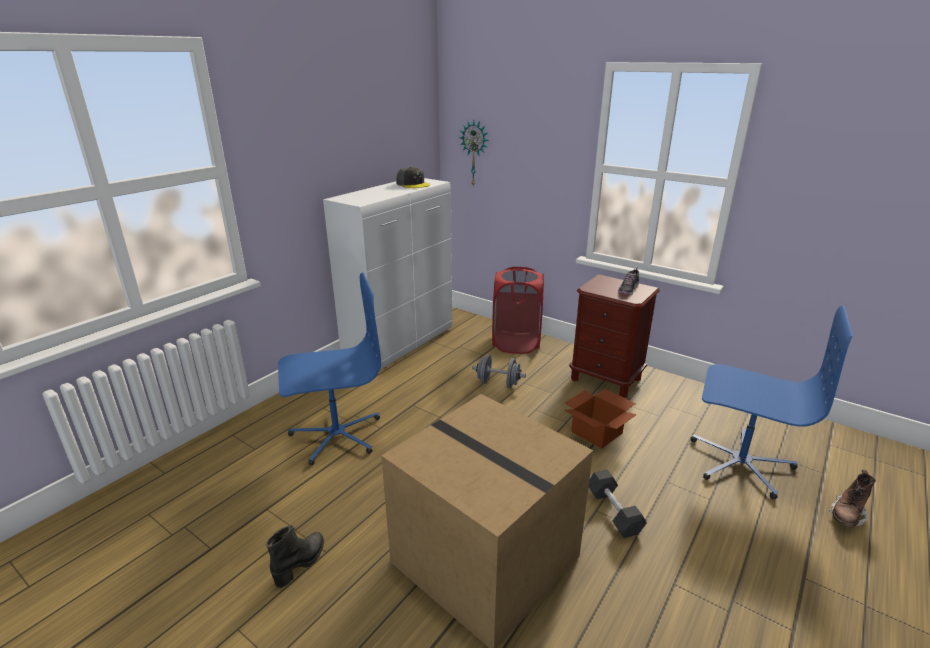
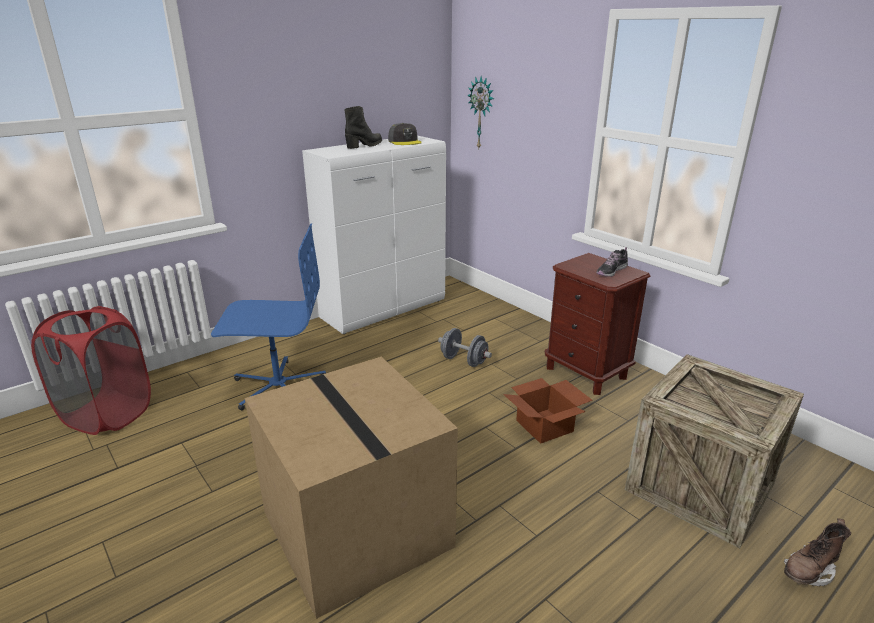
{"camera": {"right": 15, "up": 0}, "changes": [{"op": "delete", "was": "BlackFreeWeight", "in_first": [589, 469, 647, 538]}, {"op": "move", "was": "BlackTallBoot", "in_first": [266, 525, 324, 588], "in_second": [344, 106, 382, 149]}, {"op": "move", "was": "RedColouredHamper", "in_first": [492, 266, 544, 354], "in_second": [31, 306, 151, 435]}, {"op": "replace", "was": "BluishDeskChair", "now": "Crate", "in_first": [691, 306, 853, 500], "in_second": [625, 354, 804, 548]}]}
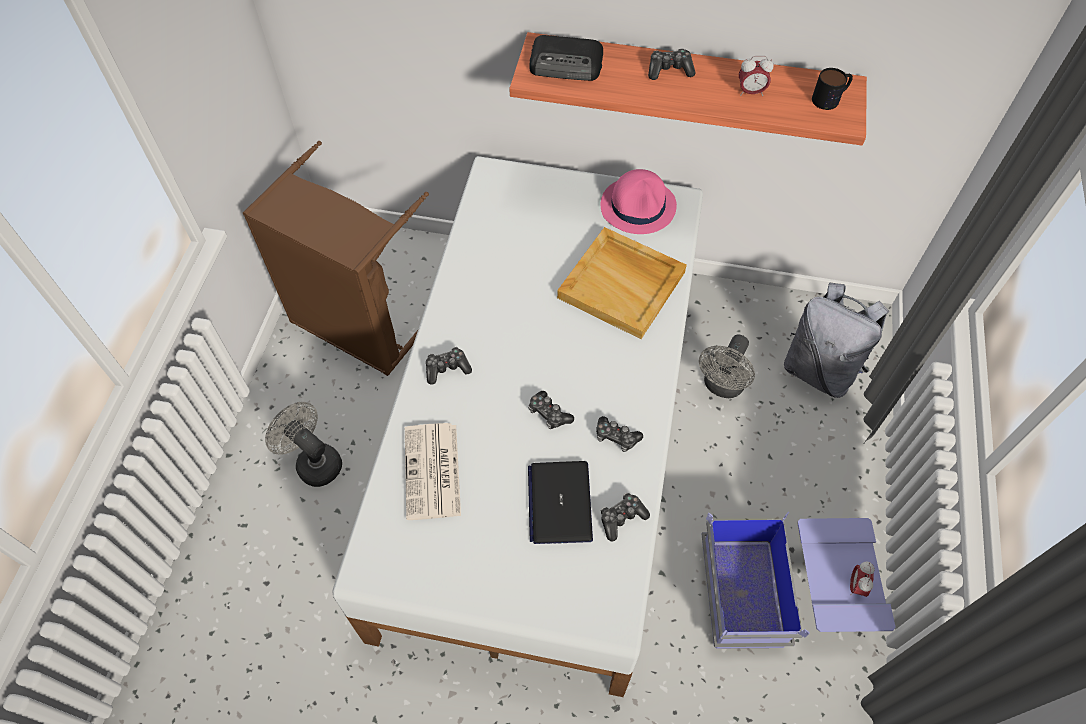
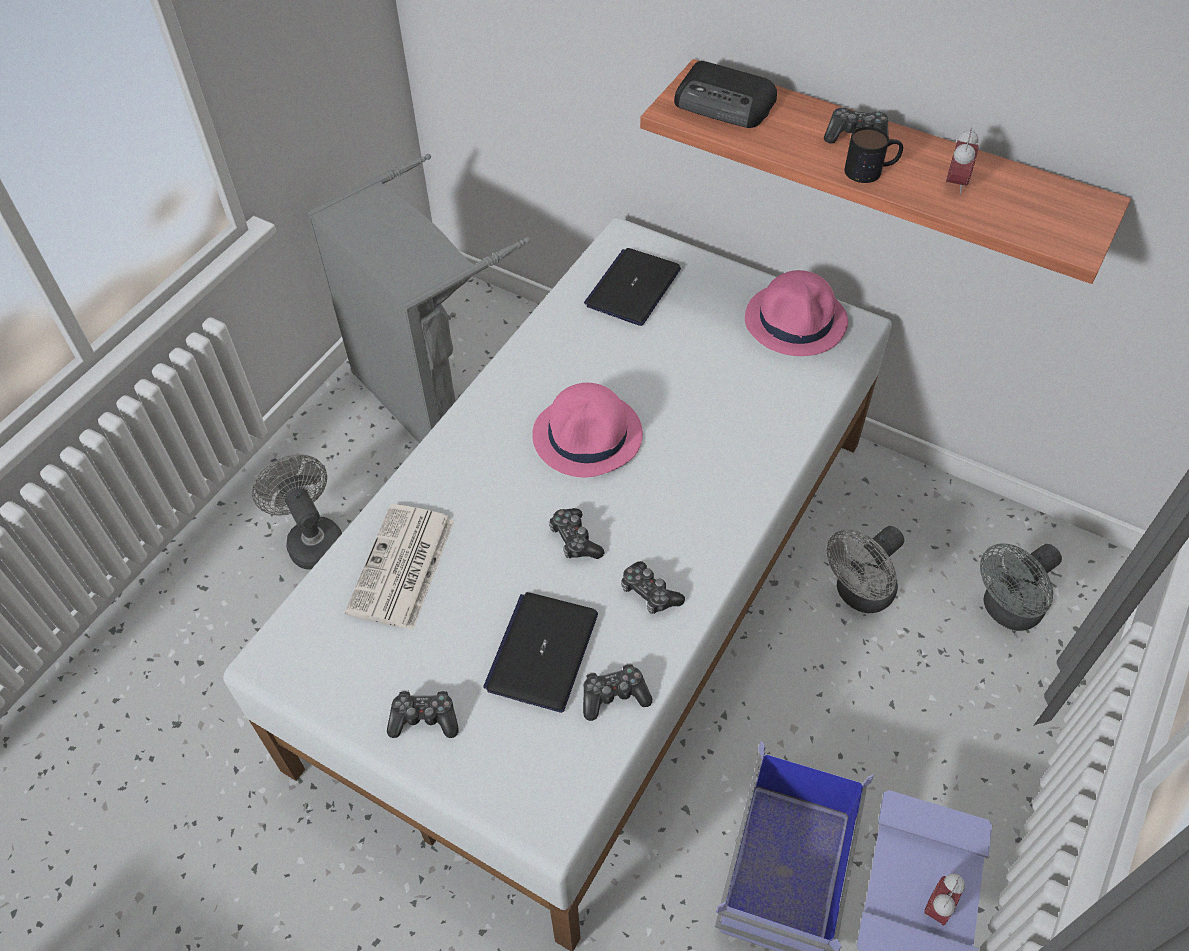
{"camera": {"right": 20, "up": -5}, "changes": [{"op": "delete", "was": "BeigeServingTray", "in_first": [557, 227, 687, 339]}, {"op": "insert", "now": "PinkHat", "in_second": [532, 383, 643, 477]}, {"op": "insert", "now": "NotebookComputer", "in_second": [584, 248, 681, 326]}, {"op": "move", "was": "Joypad", "in_first": [426, 347, 472, 385], "in_second": [387, 690, 459, 738]}, {"op": "move", "was": "TeaMug", "in_first": [812, 68, 853, 110], "in_second": [844, 126, 903, 183]}, {"op": "replace", "was": "GrayBackpack", "now": "GrayElectricFan", "in_first": [784, 283, 889, 398], "in_second": [980, 544, 1062, 631]}, {"op": "recolor", "was": "BrownHamper", "now": "GrayHamper", "in_first": [243, 141, 429, 376], "in_second": [307, 154, 530, 444]}, {"op": "rotate", "was": "TableClock", "in_first": [739, 56, 774, 96], "in_second": [946, 128, 979, 195], "clockwise": -90}]}
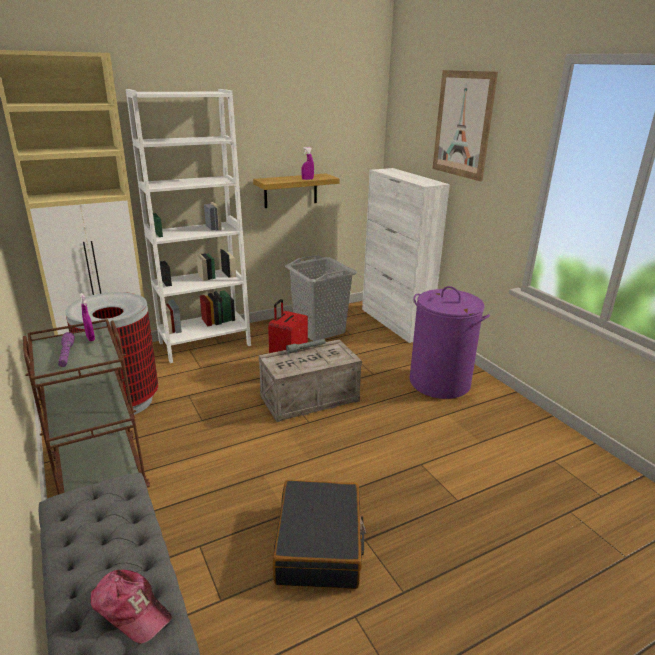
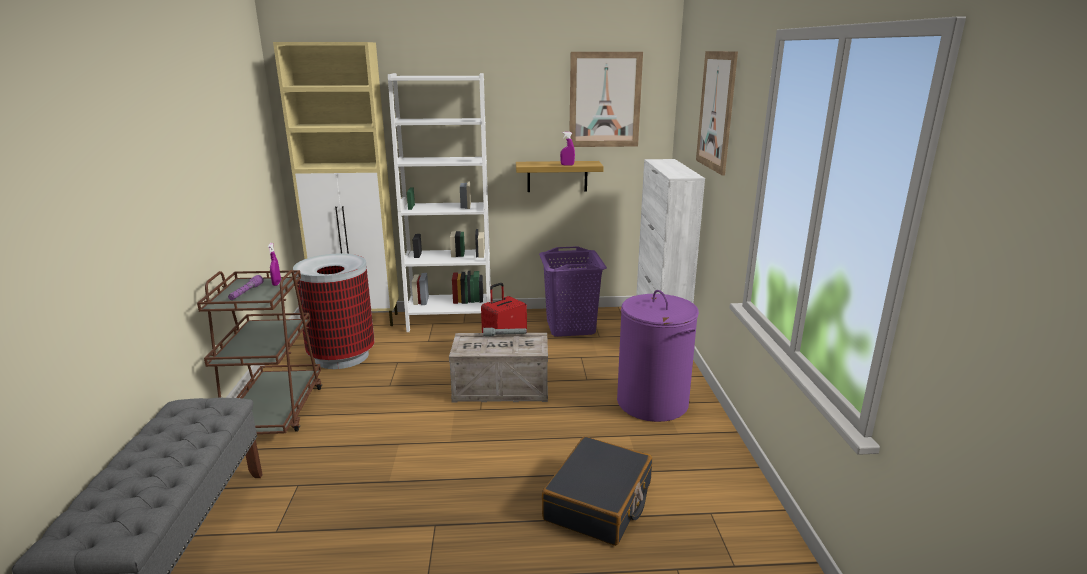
{"camera": {"right": 25, "up": -5}, "changes": [{"op": "delete", "was": "PeakedCap", "in_first": [91, 569, 172, 644]}, {"op": "insert", "now": "Picture", "in_second": [569, 52, 643, 147]}, {"op": "move", "was": "BlackPieceOfLuggage", "in_first": [273, 480, 366, 589], "in_second": [542, 436, 652, 546]}, {"op": "recolor", "was": "GrayHamper", "now": "PurpleColouredHamper", "in_first": [285, 255, 357, 341], "in_second": [539, 246, 607, 337]}]}
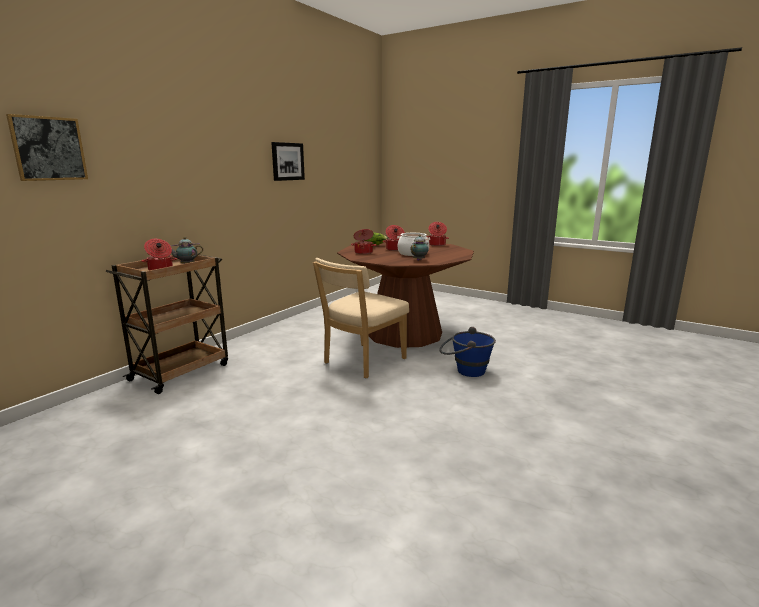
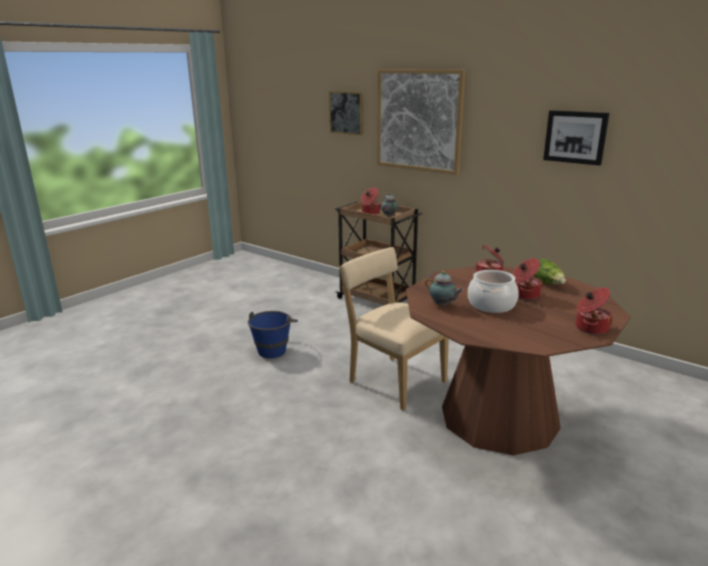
{"camera": {"right": 95, "up": 5}, "changes": [{"op": "insert", "now": "Picture", "in_second": [377, 69, 466, 175]}, {"op": "move", "was": "BluishWaterBucket", "in_first": [439, 327, 496, 377], "in_second": [248, 311, 298, 358]}]}
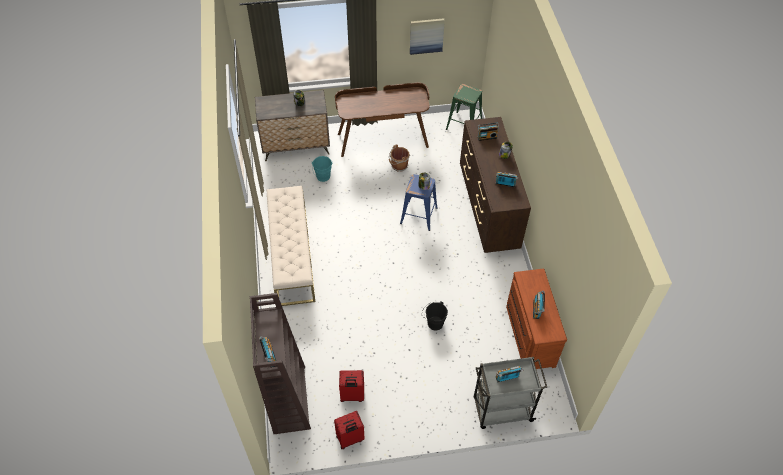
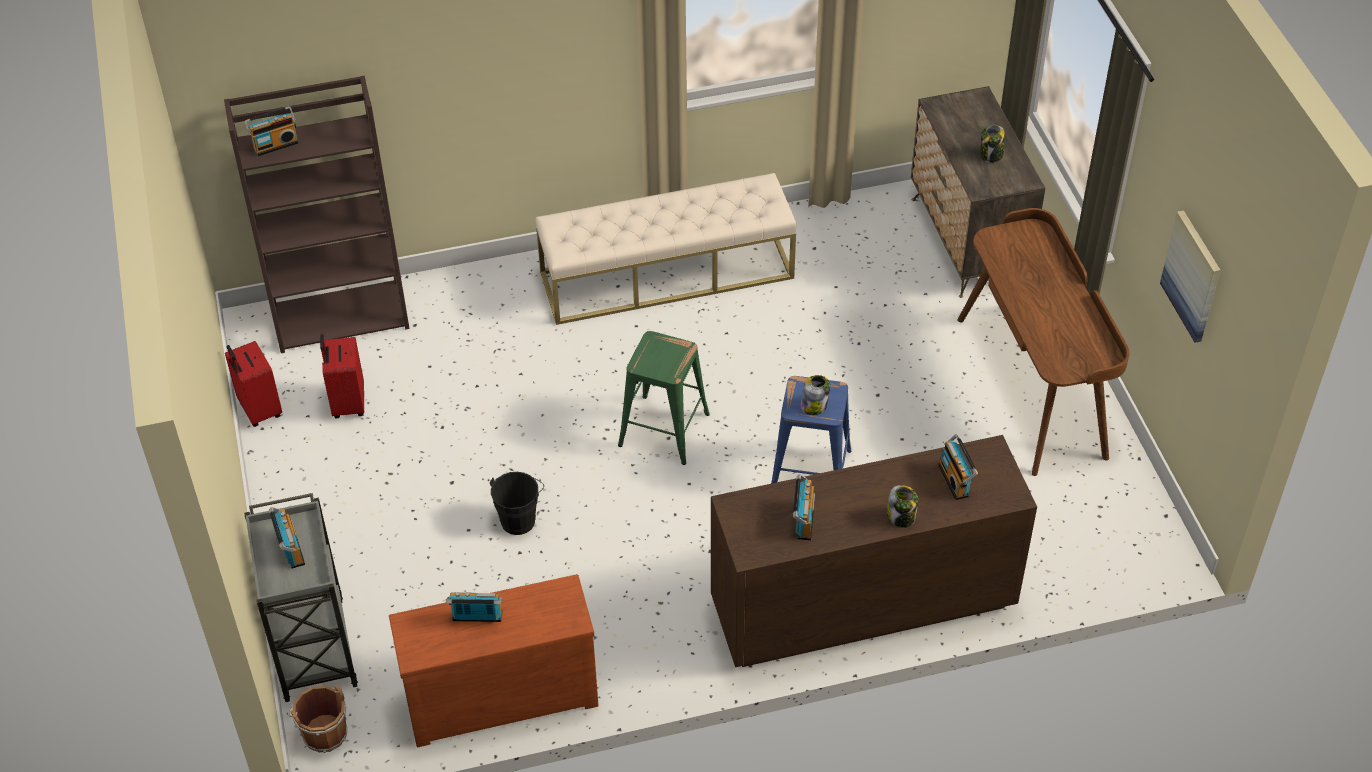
{"camera": {"right": 85, "up": -5}, "changes": [{"op": "delete", "was": "BlueGreenWaterBucket", "in_first": [312, 156, 332, 182]}, {"op": "move", "was": "BrownWaterBucket", "in_first": [389, 144, 410, 172], "in_second": [288, 685, 347, 753]}, {"op": "move", "was": "GreenishStool", "in_first": [446, 84, 482, 130], "in_second": [618, 331, 710, 465]}]}
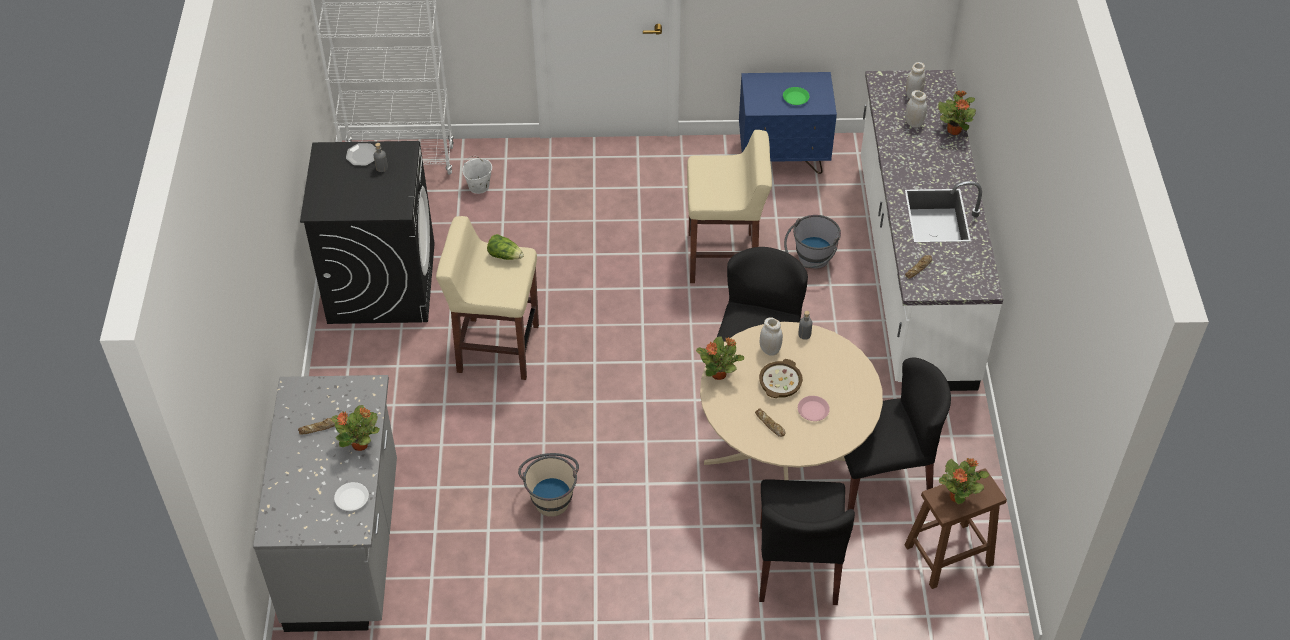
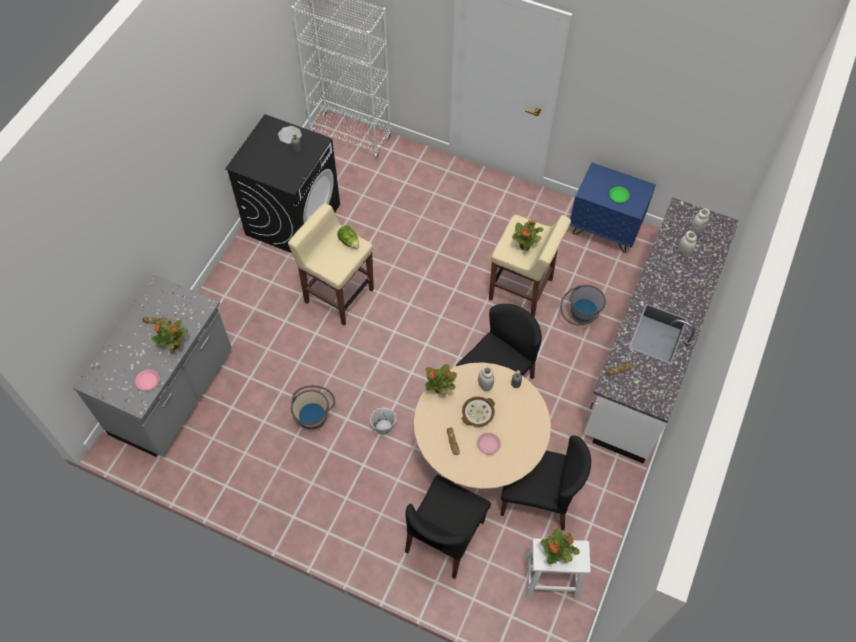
{"camera": {"right": 25, "up": 10}, "changes": [{"op": "move", "was": "WhitishWaterBucket", "in_first": [462, 156, 492, 194], "in_second": [370, 408, 396, 435]}, {"op": "move", "was": "PottedPlant", "in_first": [938, 91, 976, 135], "in_second": [512, 220, 544, 251]}, {"op": "recolor", "was": "WhitishFlatDish", "now": "PinkFlatDish", "in_first": [334, 482, 369, 511], "in_second": [135, 369, 160, 391]}, {"op": "recolor", "was": "BrownStool", "now": "WhitishStool", "in_first": [905, 469, 1007, 589], "in_second": [525, 539, 591, 600]}]}
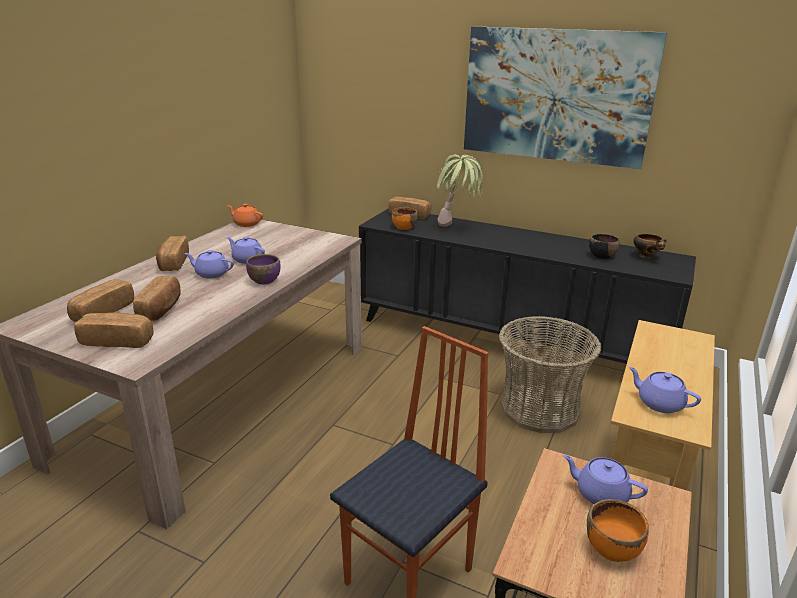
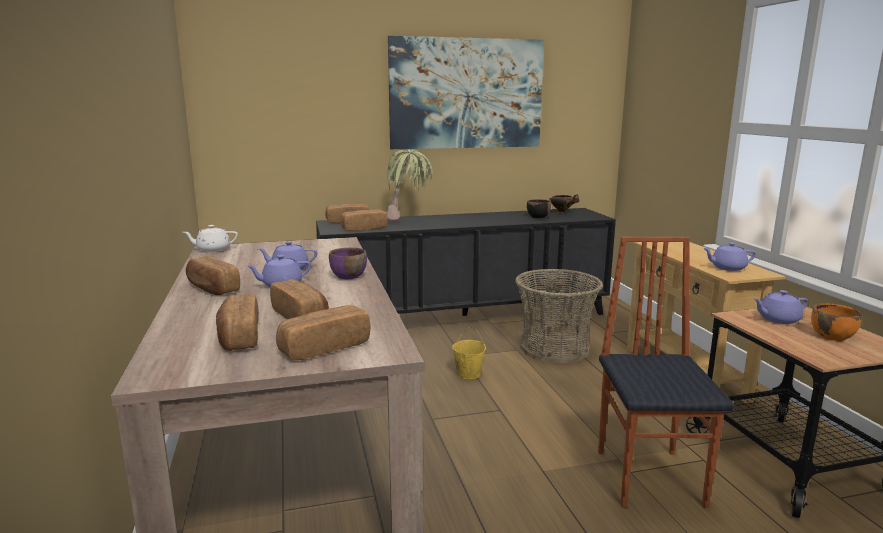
{"camera": {"right": -40, "up": -10}, "changes": [{"op": "insert", "now": "YellowishWaterBucket", "in_second": [452, 327, 486, 379]}, {"op": "replace", "was": "OrangeyServingBowl", "now": "BakeryBread", "in_first": [392, 207, 418, 230], "in_second": [340, 209, 388, 231]}, {"op": "recolor", "was": "OrangeyTeaPot", "now": "WhitishTeaPot", "in_first": [227, 204, 263, 227], "in_second": [183, 225, 238, 252]}]}
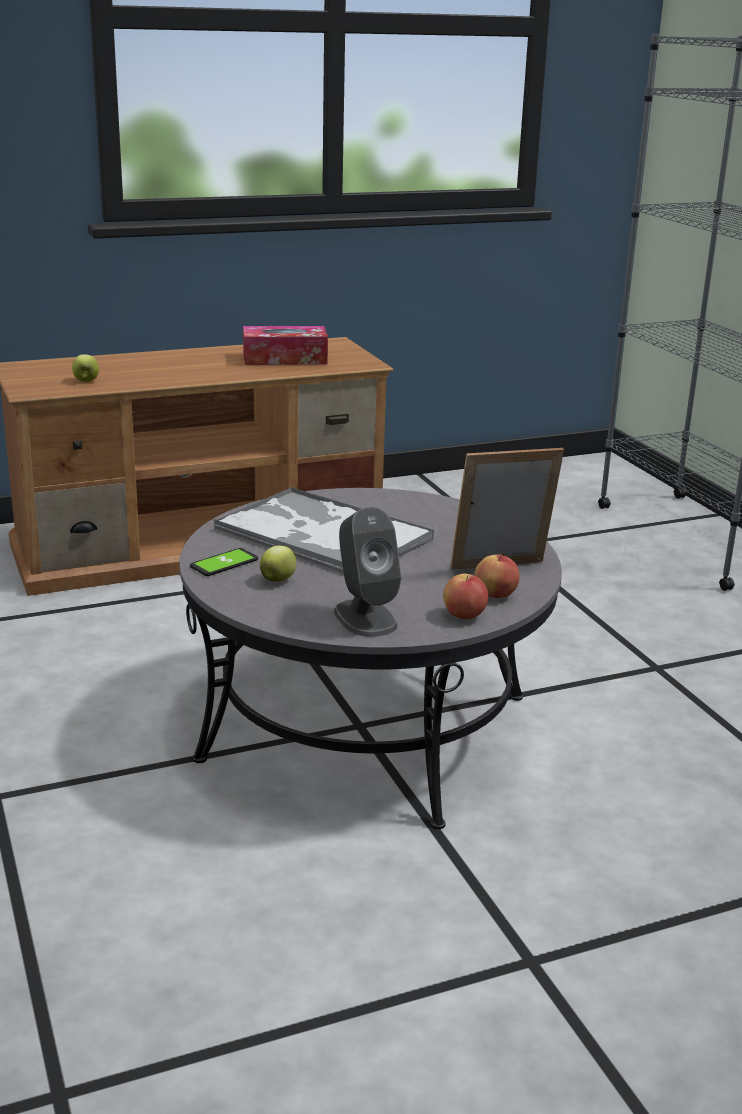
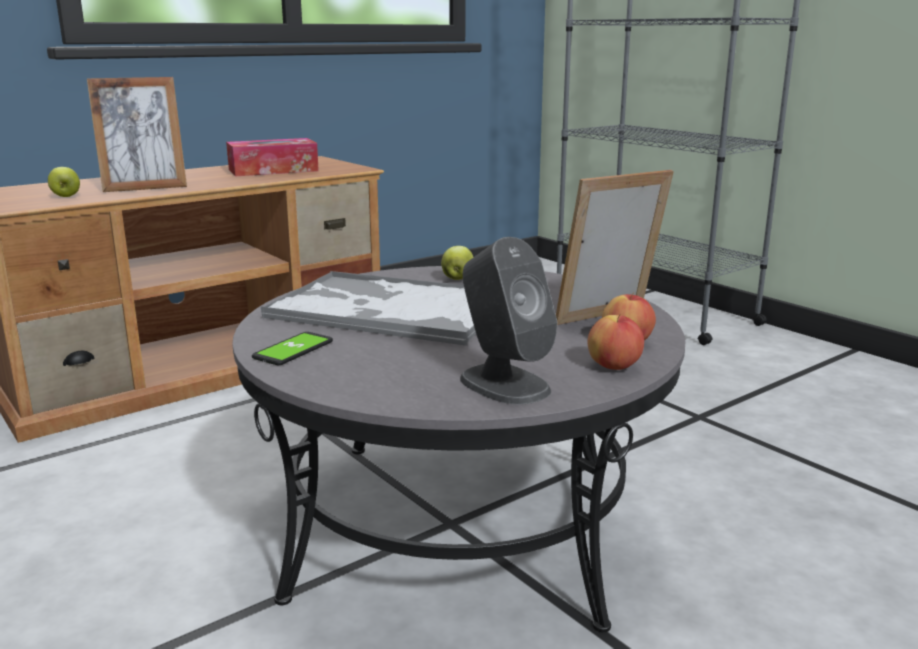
{"camera": {"right": -15, "up": -5}, "changes": [{"op": "insert", "now": "PhotoFrame", "in_second": [87, 77, 187, 192]}, {"op": "move", "was": "AppleFruit", "in_first": [260, 546, 296, 582], "in_second": [441, 246, 473, 280]}]}
